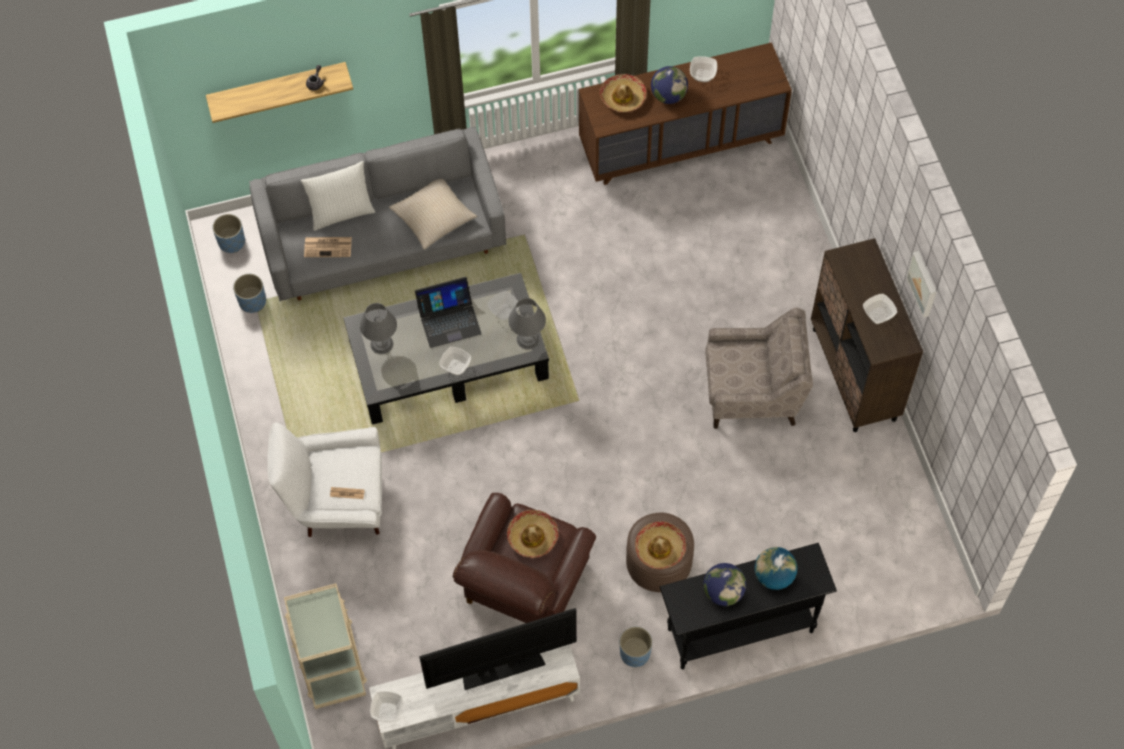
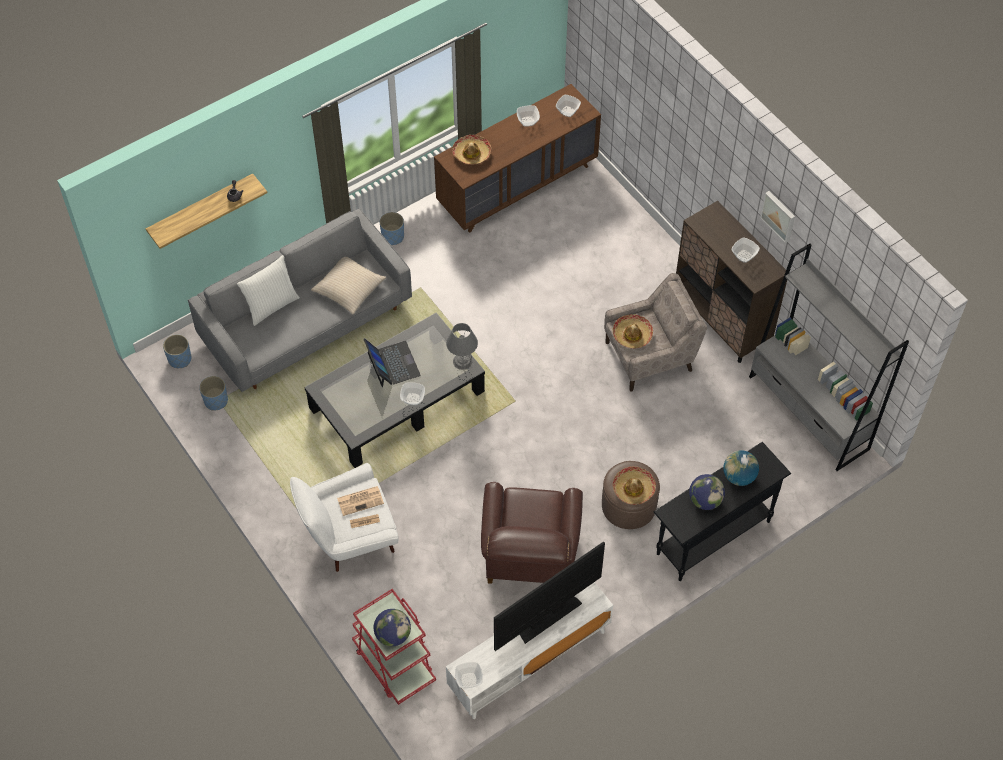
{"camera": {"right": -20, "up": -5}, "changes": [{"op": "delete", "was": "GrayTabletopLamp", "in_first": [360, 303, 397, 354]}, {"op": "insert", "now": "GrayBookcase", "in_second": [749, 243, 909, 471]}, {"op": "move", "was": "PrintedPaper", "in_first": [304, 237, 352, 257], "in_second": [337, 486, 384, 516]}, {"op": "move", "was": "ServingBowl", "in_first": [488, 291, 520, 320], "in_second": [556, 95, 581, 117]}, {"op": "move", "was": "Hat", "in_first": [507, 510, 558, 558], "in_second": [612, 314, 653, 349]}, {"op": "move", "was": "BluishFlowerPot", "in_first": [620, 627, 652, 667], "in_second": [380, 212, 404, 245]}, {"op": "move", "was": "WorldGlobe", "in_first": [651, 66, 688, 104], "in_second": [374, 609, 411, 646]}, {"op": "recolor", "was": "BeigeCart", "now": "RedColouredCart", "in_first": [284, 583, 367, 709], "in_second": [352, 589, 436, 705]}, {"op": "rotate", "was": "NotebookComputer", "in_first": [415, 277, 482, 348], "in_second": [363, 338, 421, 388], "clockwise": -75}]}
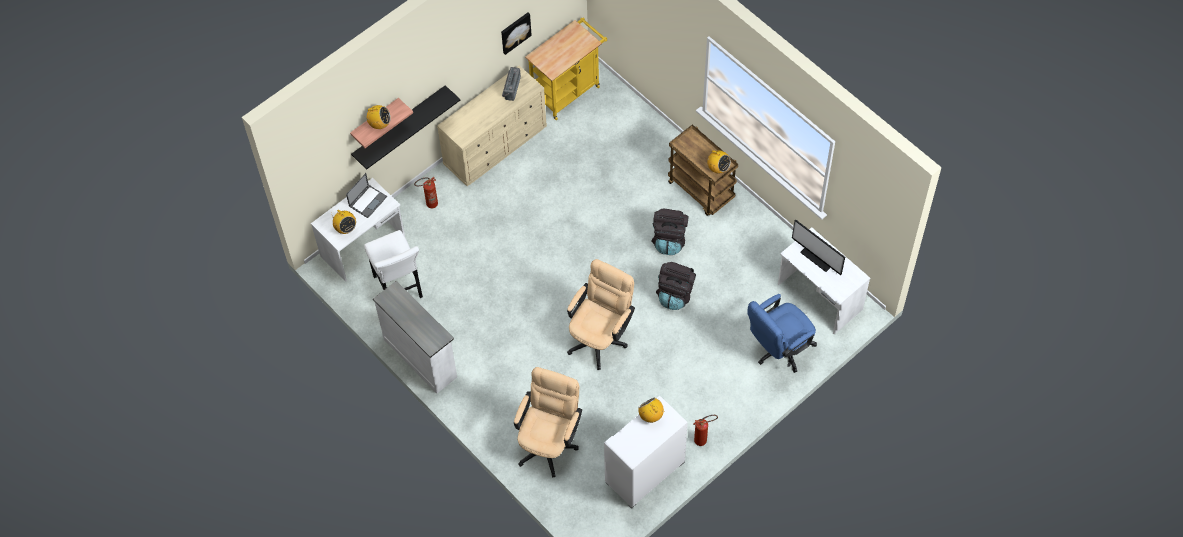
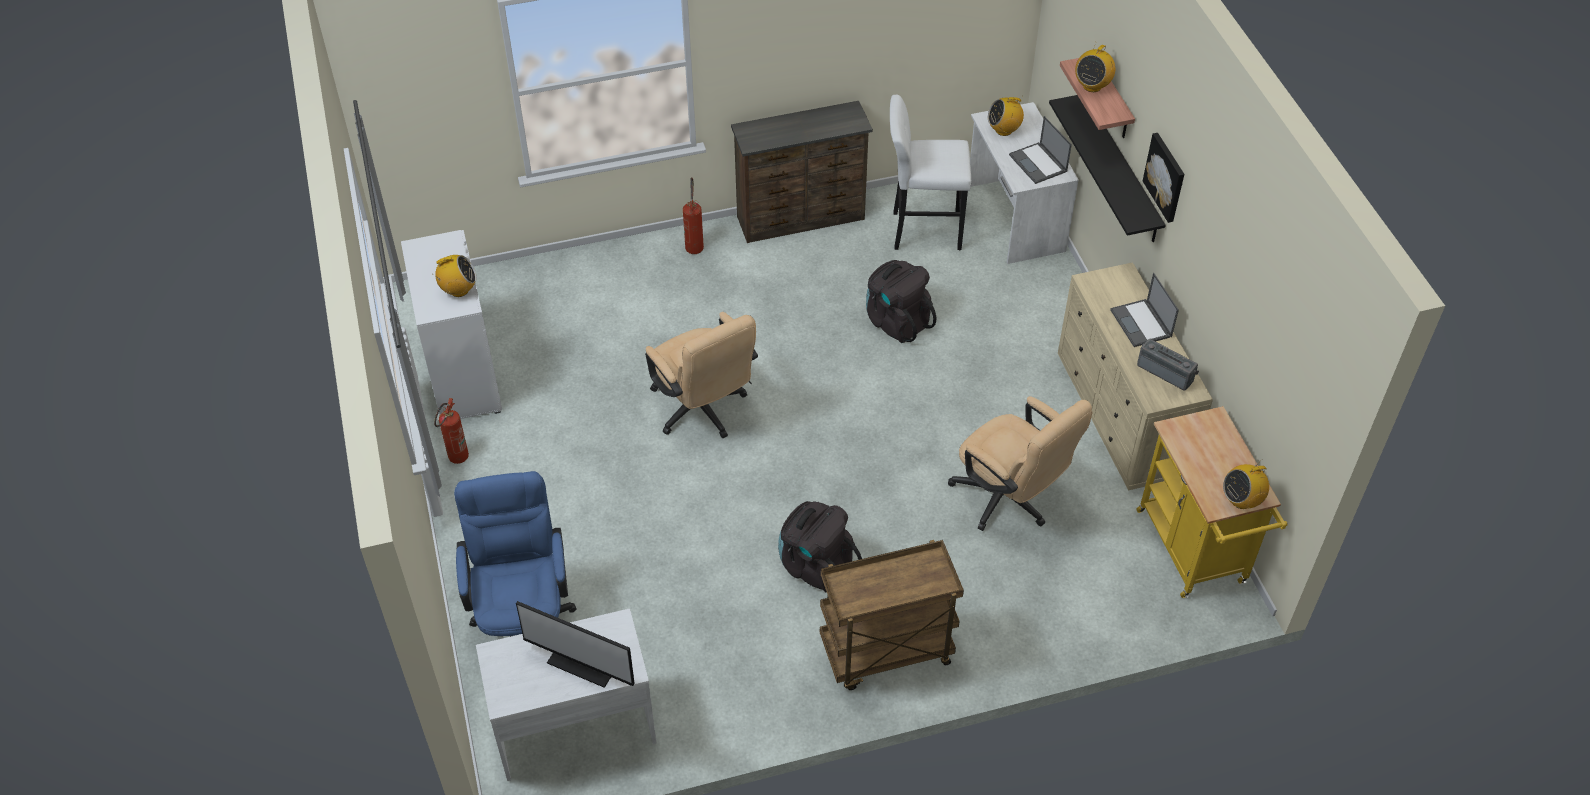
{"camera": {"right": 115, "up": -10}, "changes": [{"op": "insert", "now": "NotebookComputer", "in_second": [1110, 273, 1179, 347]}, {"op": "move", "was": "FireExtinguisher", "in_first": [414, 177, 438, 208], "in_second": [683, 177, 704, 254]}, {"op": "move", "was": "Picture", "in_first": [501, 12, 532, 55], "in_second": [1143, 133, 1184, 223]}, {"op": "move", "was": "BeigeDeskChair", "in_first": [514, 367, 582, 478], "in_second": [948, 396, 1092, 531]}, {"op": "move", "was": "BlackBackpack", "in_first": [656, 262, 696, 310], "in_second": [866, 260, 936, 343]}, {"op": "move", "was": "Radio", "in_first": [707, 150, 731, 173], "in_second": [1223, 459, 1269, 509]}, {"op": "recolor", "was": "WhitishDrawerChest", "now": "BrownDrawerChest", "in_first": [373, 281, 457, 393], "in_second": [731, 101, 873, 243]}, {"op": "rotate", "was": "ComputerScreen", "in_first": [792, 219, 845, 275], "in_second": [516, 601, 635, 688], "clockwise": -135}]}
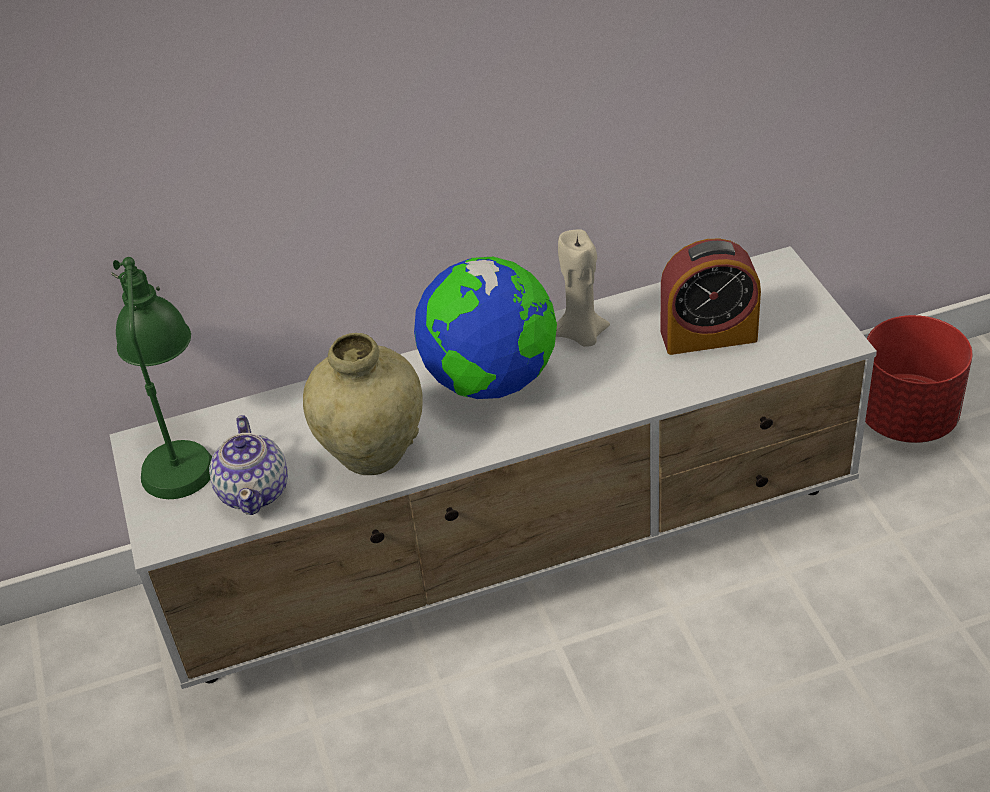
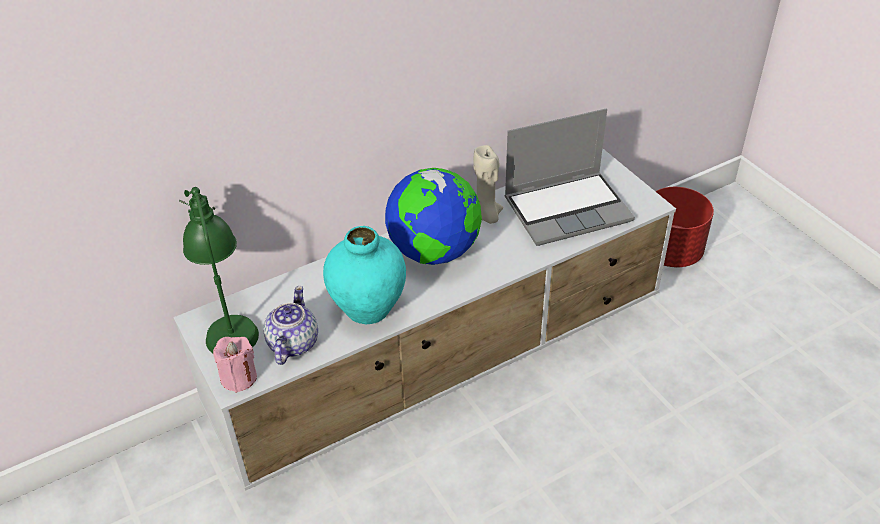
{"camera": {"right": -15, "up": 0}, "changes": [{"op": "insert", "now": "PinkWaxLight", "in_second": [213, 337, 257, 393]}, {"op": "replace", "was": "TableClock", "now": "NotebookComputer", "in_first": [661, 238, 761, 355], "in_second": [504, 109, 635, 246]}, {"op": "recolor", "was": "BeigeFlowerVase", "now": "BlueGreenFlowerVase", "in_first": [303, 333, 423, 475], "in_second": [323, 226, 406, 325]}, {"op": "rotate", "was": "TeaPot", "in_first": [209, 415, 288, 515], "in_second": [263, 286, 318, 365], "clockwise": -150}]}
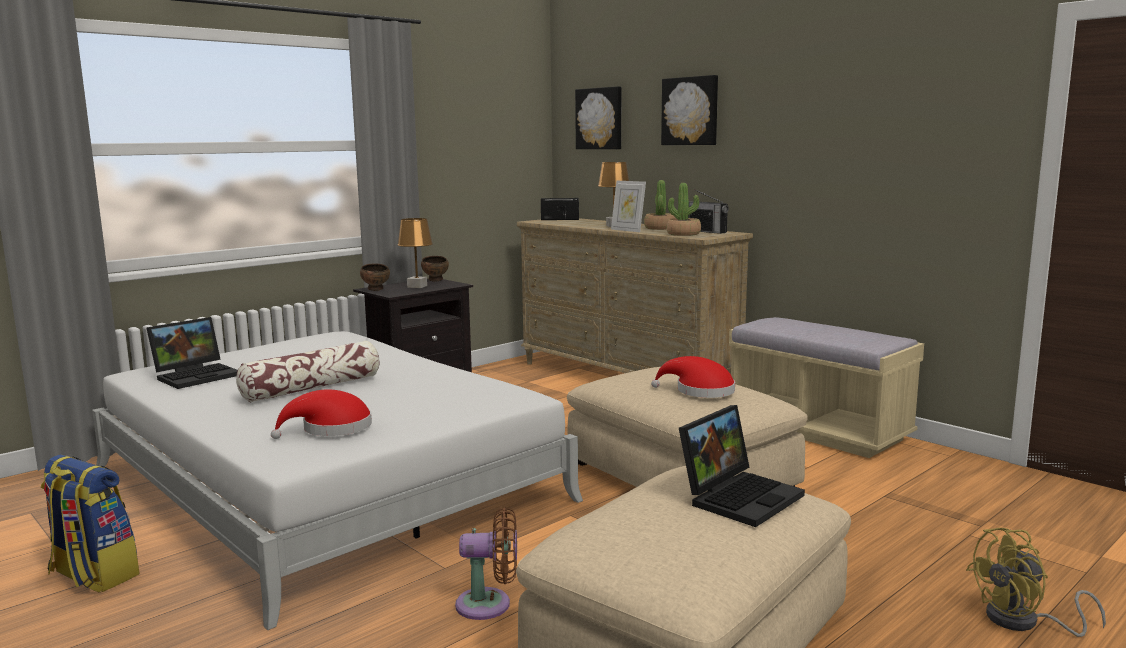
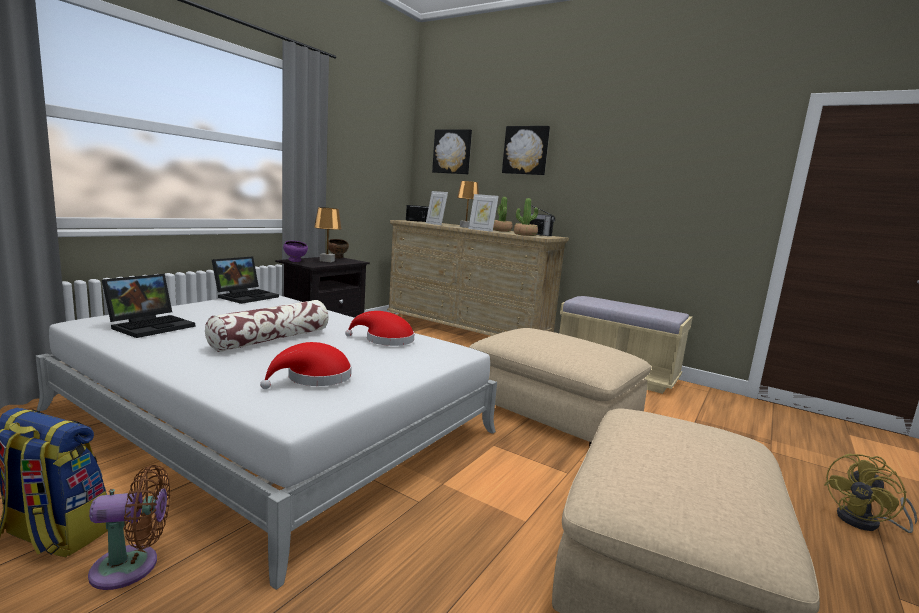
{"camera": {"right": -15, "up": 0}, "changes": [{"op": "insert", "now": "PhotoFrame", "in_second": [426, 191, 448, 225]}, {"op": "move", "was": "BrownElectricFan", "in_first": [455, 508, 517, 620], "in_second": [88, 465, 170, 590]}, {"op": "move", "was": "RedColouredHat", "in_first": [651, 356, 735, 398], "in_second": [345, 311, 415, 346]}, {"op": "move", "was": "NotebookComputer", "in_first": [679, 405, 805, 527], "in_second": [212, 256, 279, 304]}, {"op": "recolor", "was": "BrownServingBowl", "now": "PurpleColouredServingBowl", "in_first": [360, 264, 390, 291], "in_second": [283, 241, 308, 262]}]}
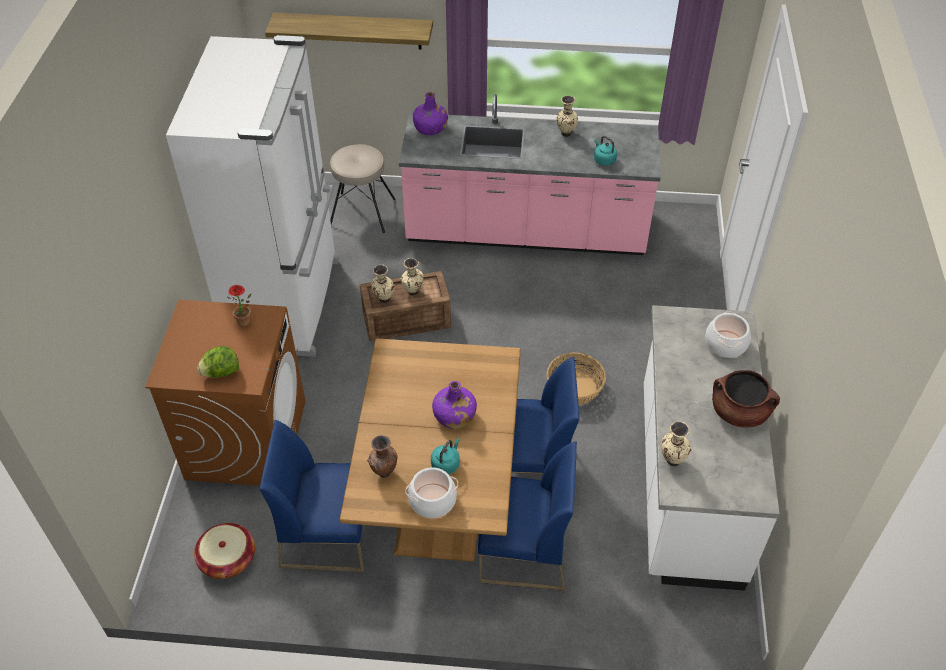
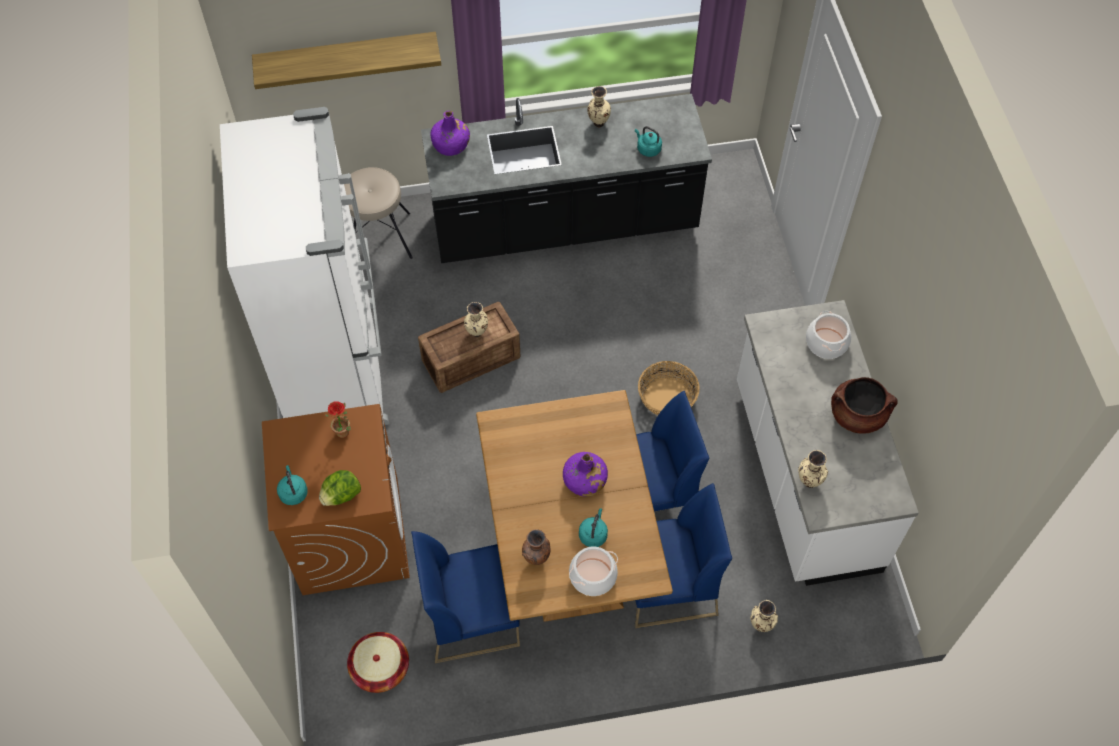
{"camera": {"right": -15, "up": 10}, "changes": [{"op": "insert", "now": "BlueGreenTeaKettle", "in_second": [277, 465, 308, 505]}, {"op": "move", "was": "BeigeFlowerVase", "in_first": [371, 265, 394, 303], "in_second": [750, 600, 778, 632]}, {"op": "recolor", "was": "PinkCounter", "now": "BlackCounter", "in_first": [399, 94, 661, 255], "in_second": [421, 94, 712, 263]}]}
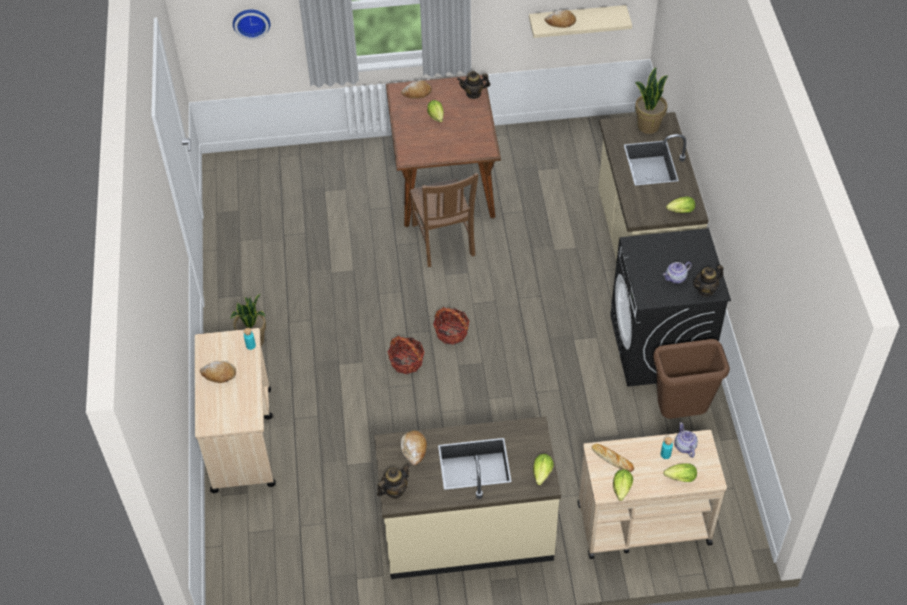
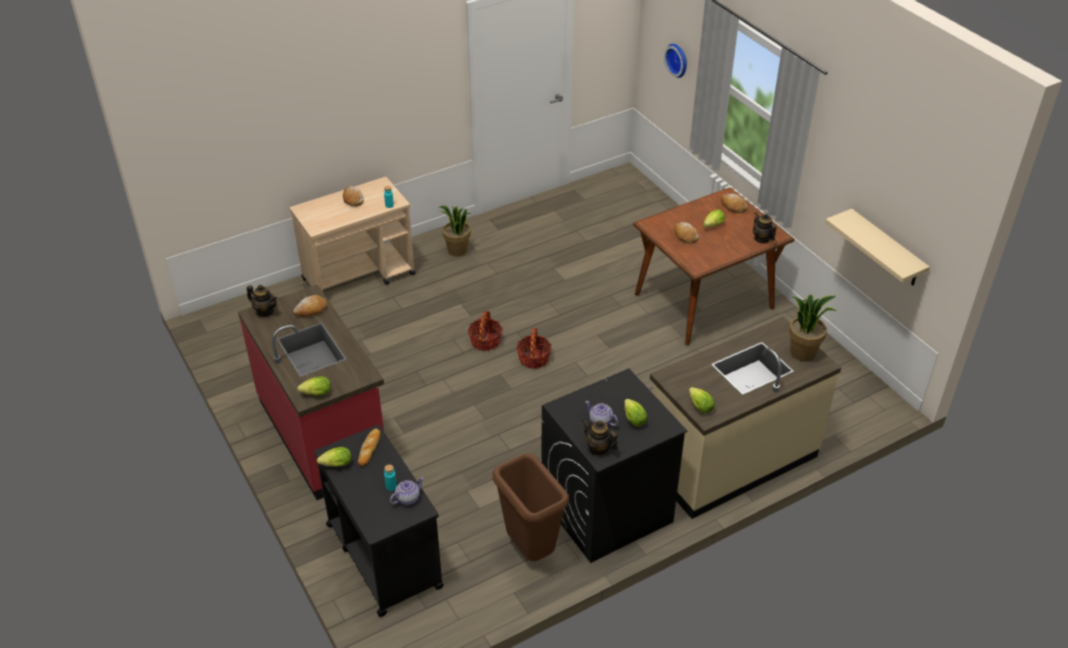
{"camera": {"right": 65, "up": -10}, "changes": [{"op": "delete", "was": "BrownPlainChair", "in_first": [410, 173, 479, 267]}, {"op": "move", "was": "BakeryBread", "in_first": [544, 10, 576, 28], "in_second": [674, 222, 699, 244]}, {"op": "move", "was": "LettuceHead", "in_first": [664, 463, 697, 482], "in_second": [624, 399, 647, 427]}, {"op": "recolor", "was": "BeigeCounter", "now": "RedColouredCounter", "in_first": [374, 416, 561, 579], "in_second": [238, 285, 384, 500]}, {"op": "recolor", "was": "BeigeCart", "now": "BlackCart", "in_first": [578, 430, 727, 559], "in_second": [314, 425, 444, 617]}]}
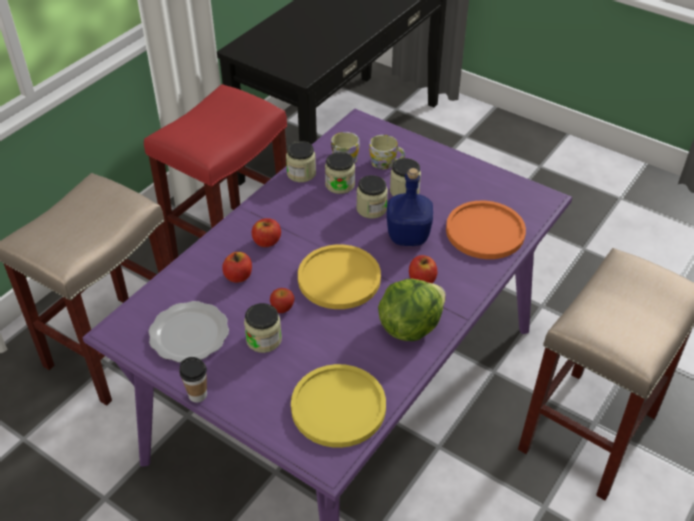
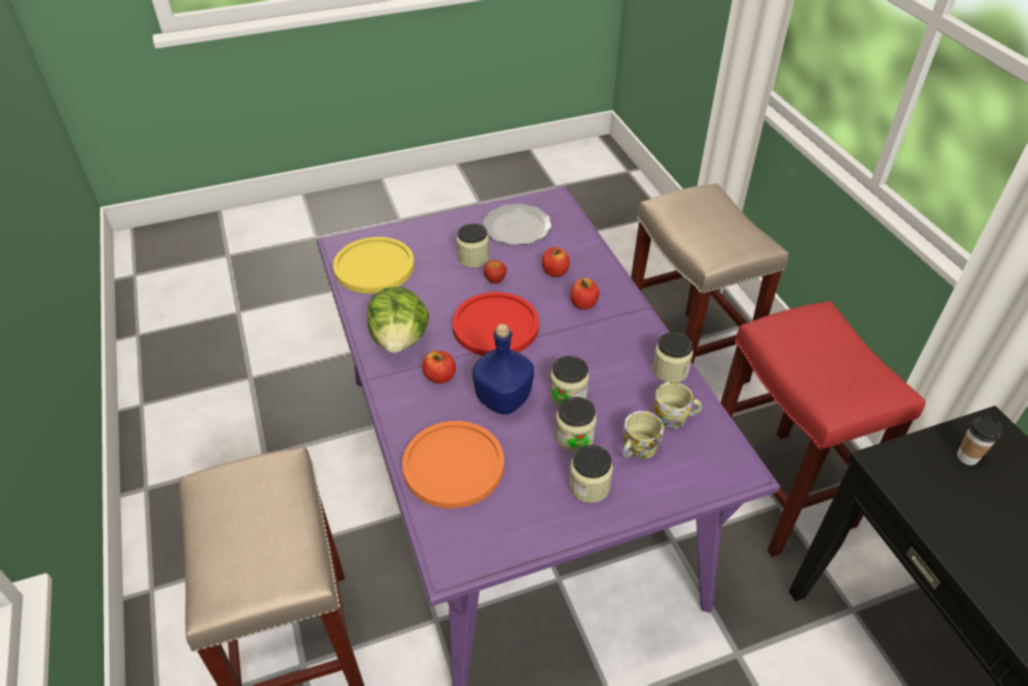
{"camera": {"right": 125, "up": 0}, "changes": [{"op": "move", "was": "Cup", "in_first": [179, 357, 207, 403], "in_second": [957, 416, 1002, 465]}, {"op": "move", "was": "PreserveJar", "in_first": [325, 152, 355, 194], "in_second": [569, 445, 613, 503]}, {"op": "recolor", "was": "YellowishFlatDish", "now": "RedColouredFlatDish", "in_first": [298, 245, 381, 309], "in_second": [452, 292, 539, 356]}]}
